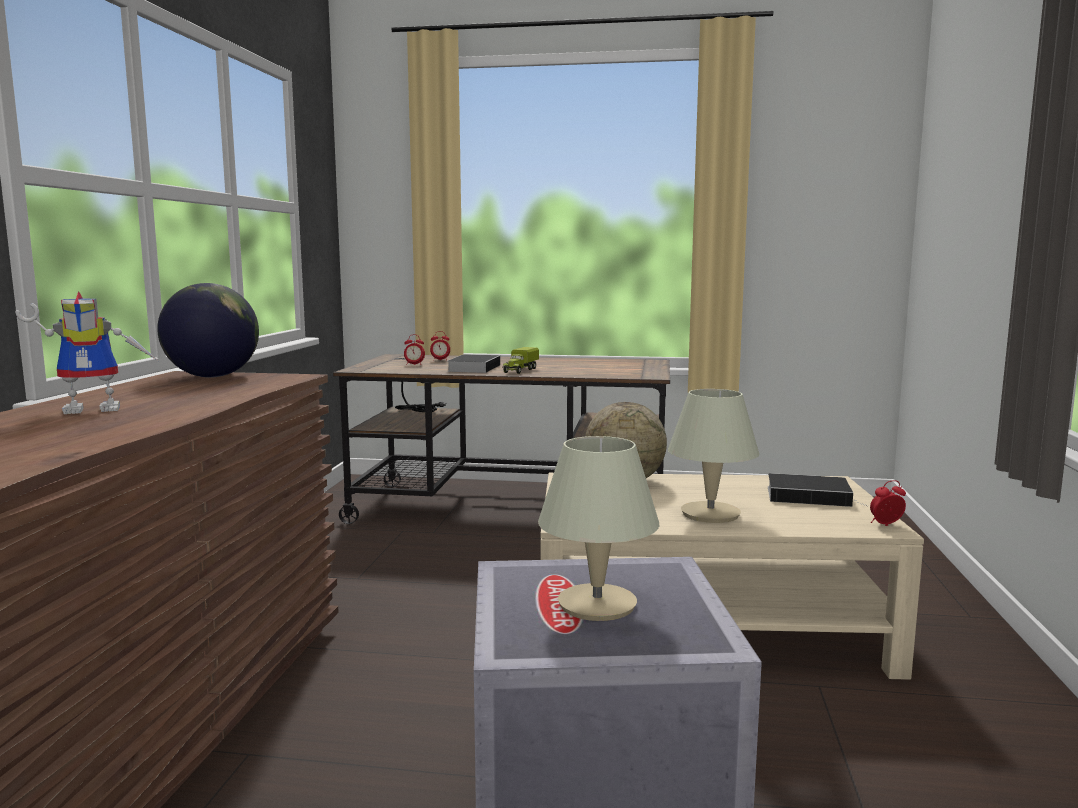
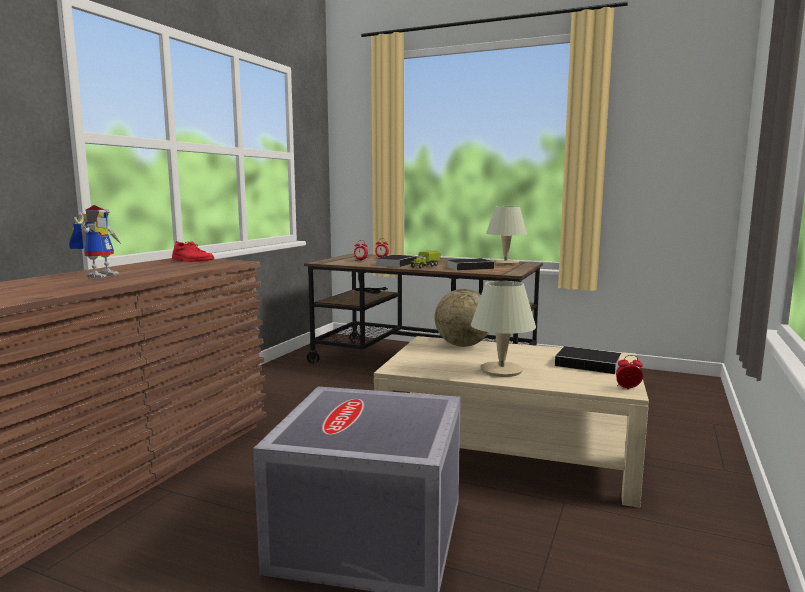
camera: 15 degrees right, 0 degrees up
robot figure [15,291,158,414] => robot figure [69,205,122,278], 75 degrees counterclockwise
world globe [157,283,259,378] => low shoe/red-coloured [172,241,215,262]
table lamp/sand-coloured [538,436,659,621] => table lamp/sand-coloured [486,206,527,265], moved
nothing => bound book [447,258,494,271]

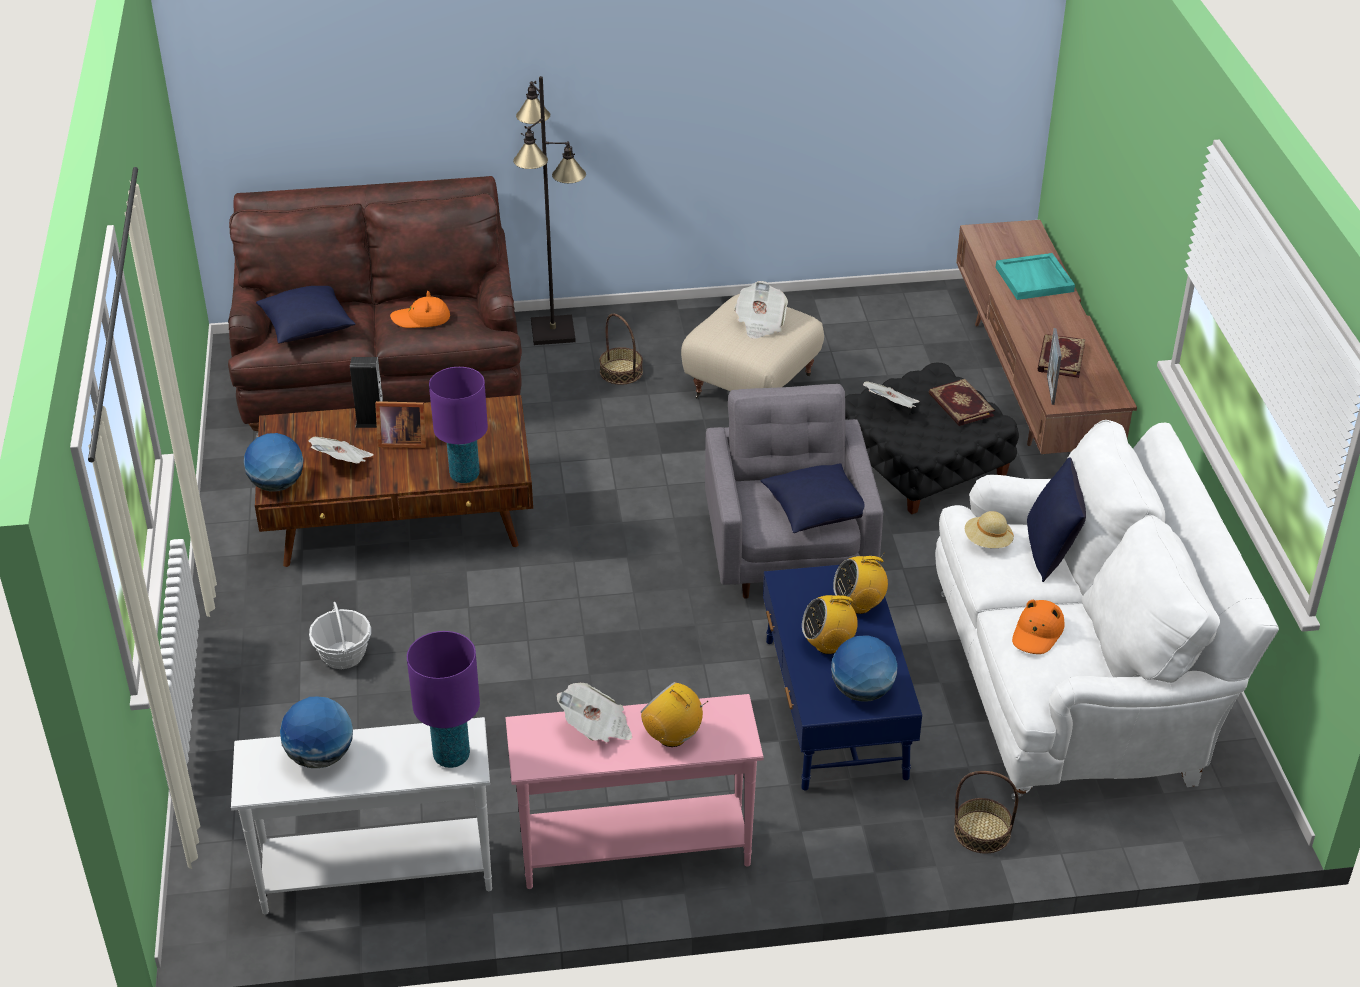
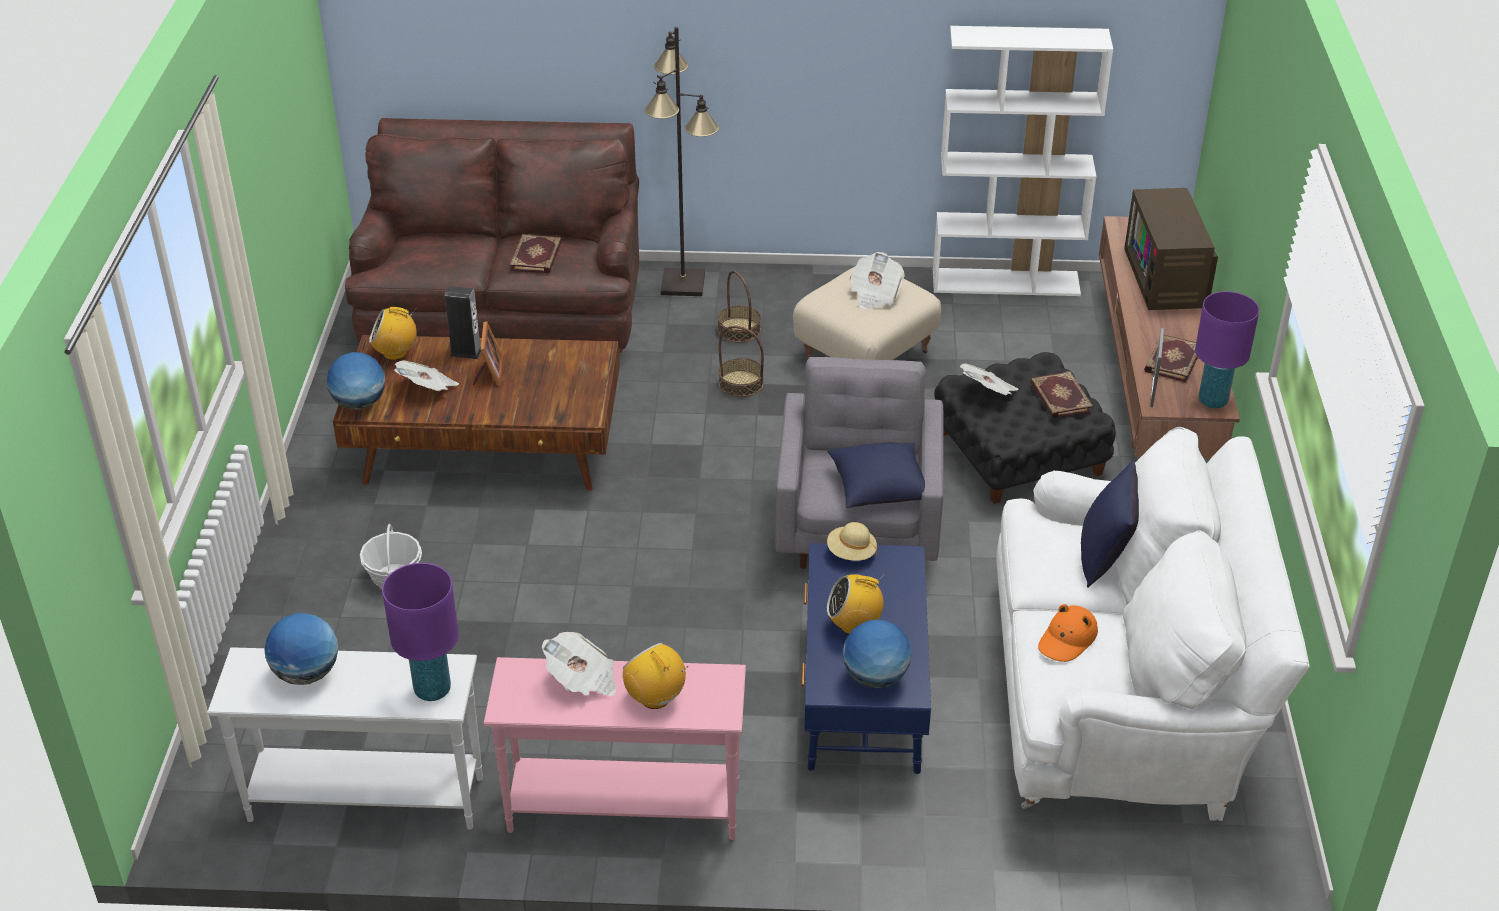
camera: 10 degrees right, 0 degrees up
cushion/bluish [256,286,356,344] => nothing
photo frame [375,401,426,448] => photo frame [473,321,503,386], 105 degrees counterclockwise
clothing hat/orange-coloured [390,291,450,328] => bound book [510,234,562,274]
table lamp/purple-coloured [429,367,488,483] => table lamp/purple-coloured [1195,291,1259,408], moved
radio [833,556,888,614] => radio [369,307,417,360], moved
household basket [954,771,1018,854] => household basket [719,326,764,397], moved
clothing hat/sand-coloured [965,511,1014,548] => clothing hat/sand-coloured [827,522,877,561], moved
serving tray/turquoise [995,253,1075,300] => TV [1124,188,1218,310]
nothing => shelving unit/whitish [933,26,1113,296]

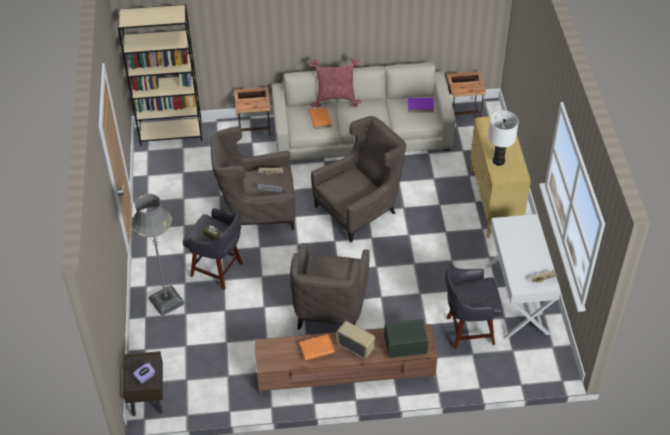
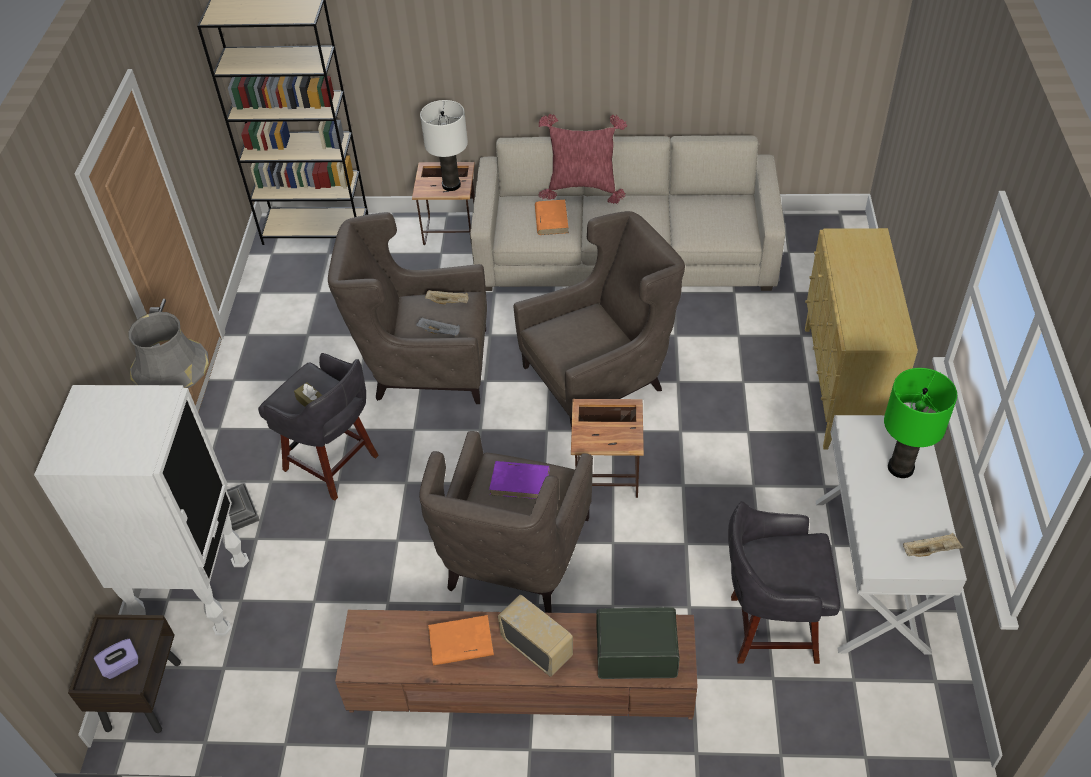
camera: 10 degrees right, 0 degrees up
bound book/purple-coloured [408,98,434,112] => bound book/purple-coloured [489,461,550,499], moved
end table [447,71,486,117] => end table [571,399,644,498], moved
table lamp/whitish [488,111,519,166] => table lamp/whitish [420,100,468,191], moved
nothing => storage cabinet/whitish [34,385,249,636]
nothing => table lamp/green [884,368,957,478]

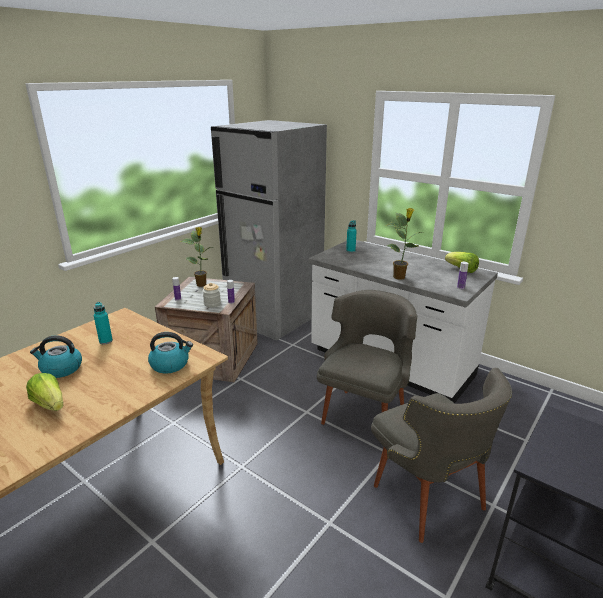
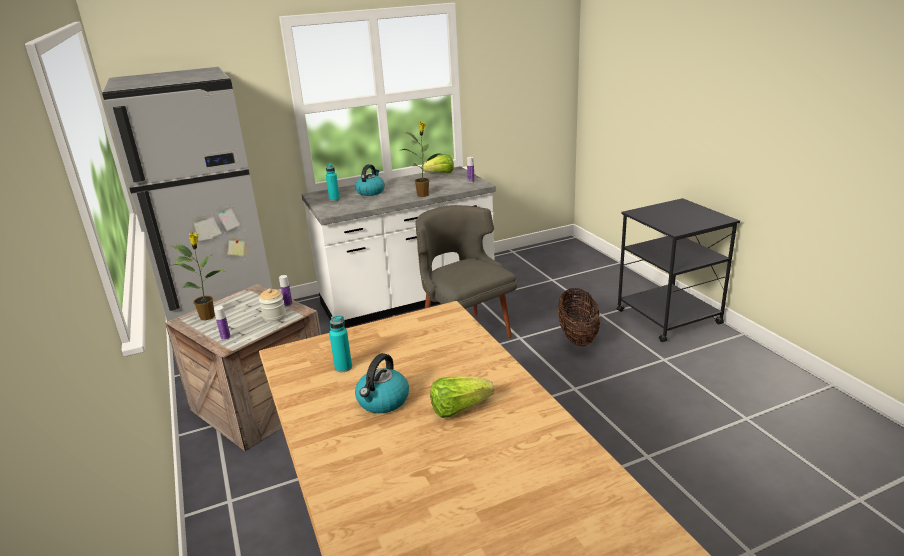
camera: 60 degrees left, 0 degrees up
water kettle [148,332,193,374] => water kettle [355,164,385,196], moved
plain chair/gray [371,368,512,543] => household basket [558,288,600,346]

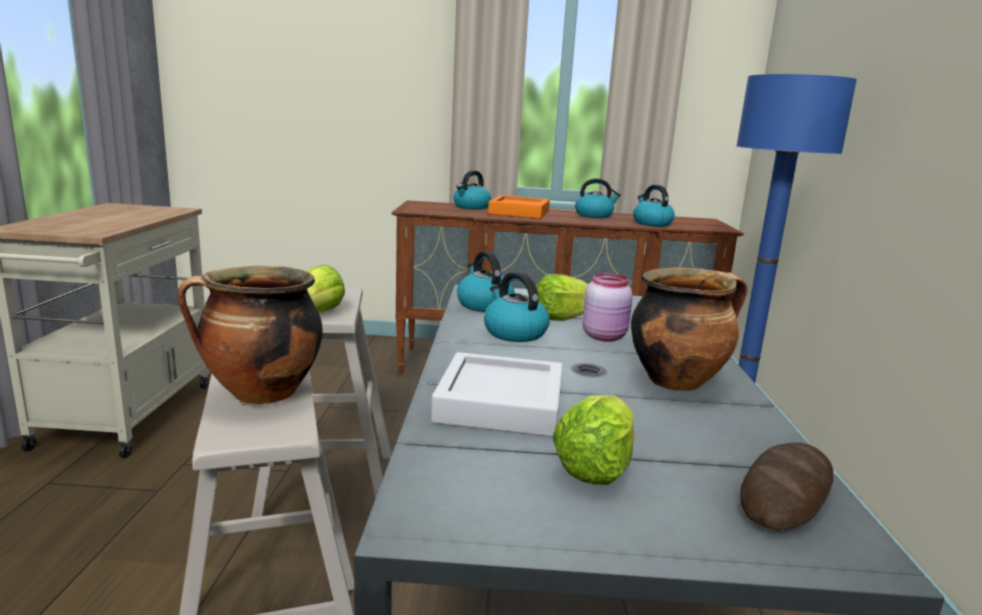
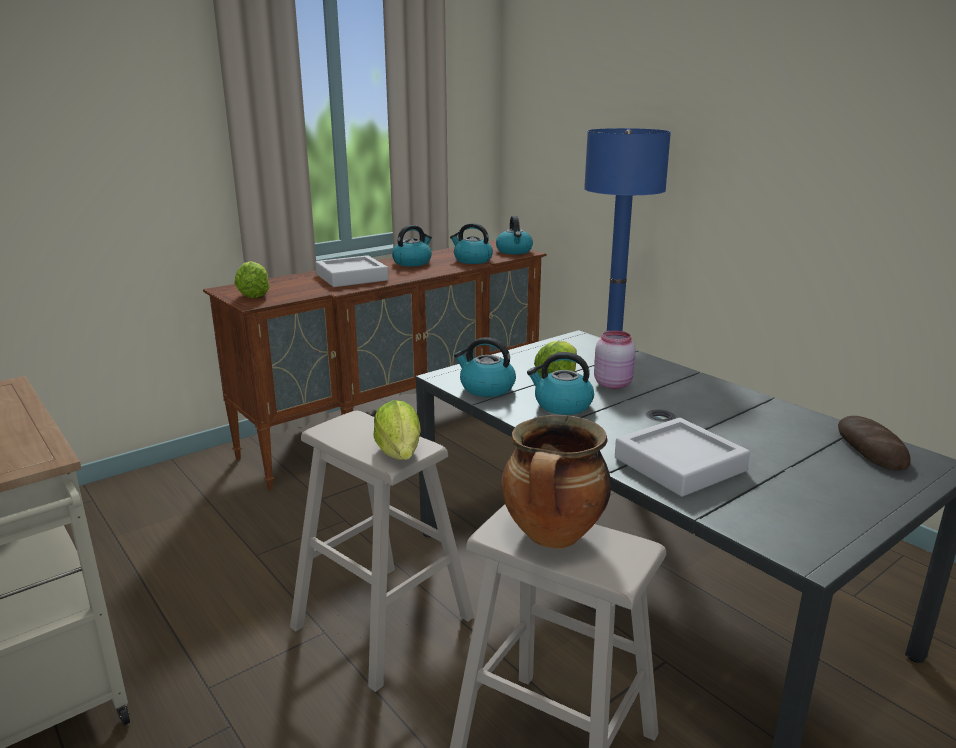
camera: 40 degrees left, 5 degrees up
water kettle [453,170,491,209] => water kettle [496,216,533,254], moved
serving tray/orange-coloured [488,195,550,219] => serving tray/gray [315,255,388,287]
lettuce head [552,395,634,485] => lettuce head [235,261,270,298], moved
cooking pot [631,268,747,391] => nothing

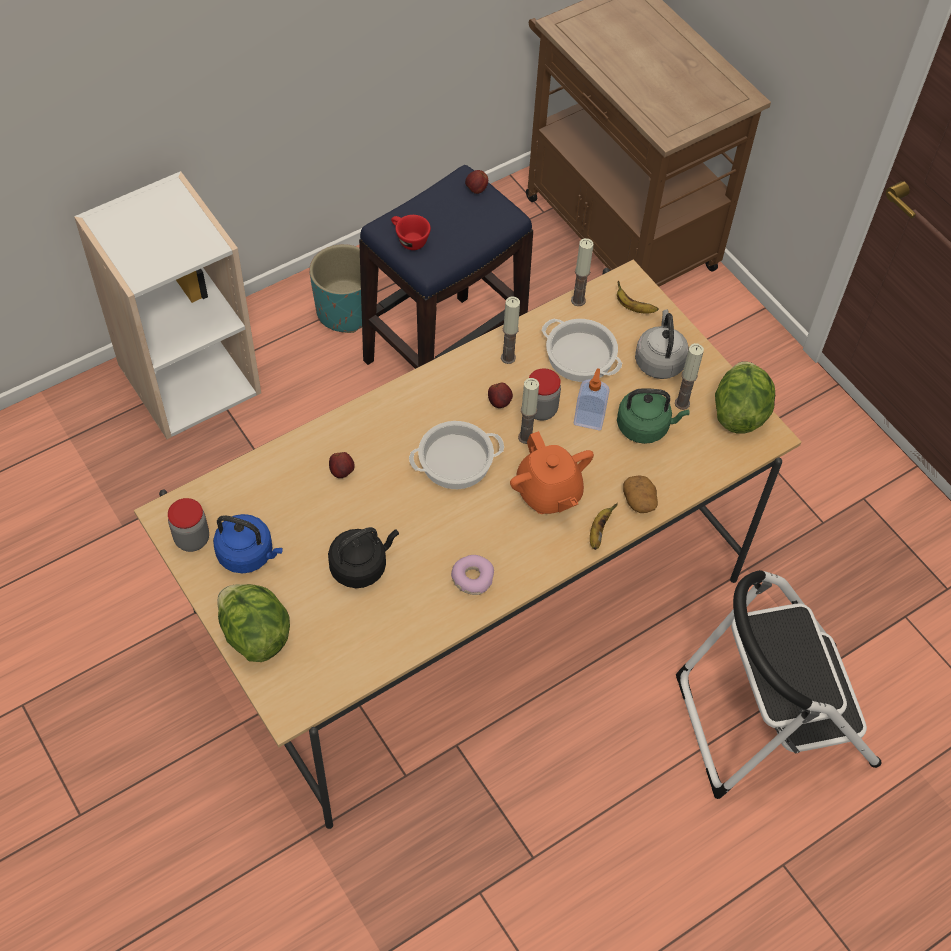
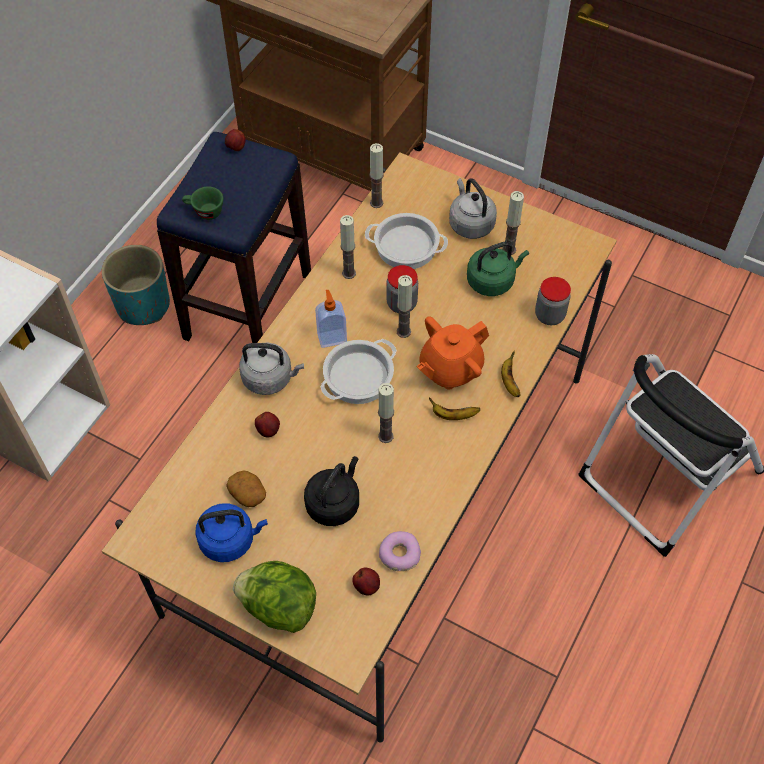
camera: 25 degrees left, 0 degrees up
jar [168,498,209,552] => jar [535,277,571,325], moved
small cup/red-coloured [391,215,431,250] => small cup/green [182,187,223,220]
ring doughnut [451,555,494,595] => ring doughnut [379,531,421,571], moved
whole apple [488,382,513,408] => whole apple [352,568,380,595], moved
tea pot/orange-coloured [510,431,594,514] => tea pot/orange-coloured [416,316,489,390], 105 degrees clockwise
liquid soap bottle [574,368,610,430] => liquid soap bottle [315,290,347,348], moved
whole banana [617,281,659,314] => whole banana [429,398,480,420], moved
whole potato [623,475,658,513] => whole potato [226,470,266,507], moved
lettuce head [715,361,775,434] => nothing
nothing => water kettle/gray [239,342,304,395]
nothing => wax candle [378,383,394,443]

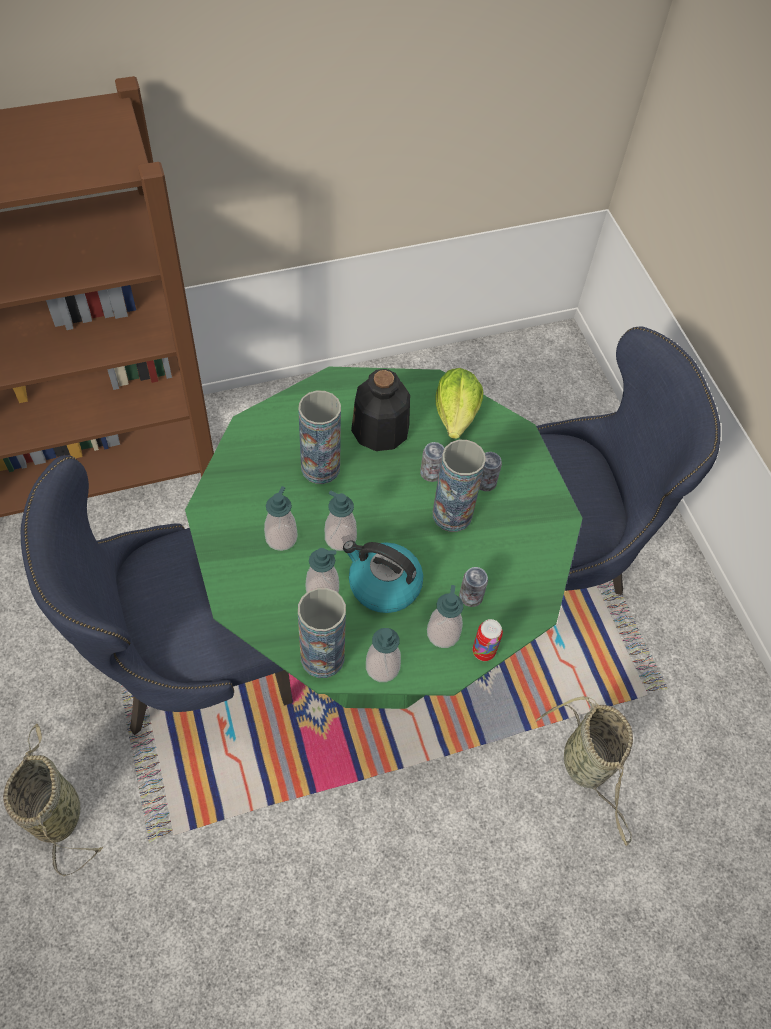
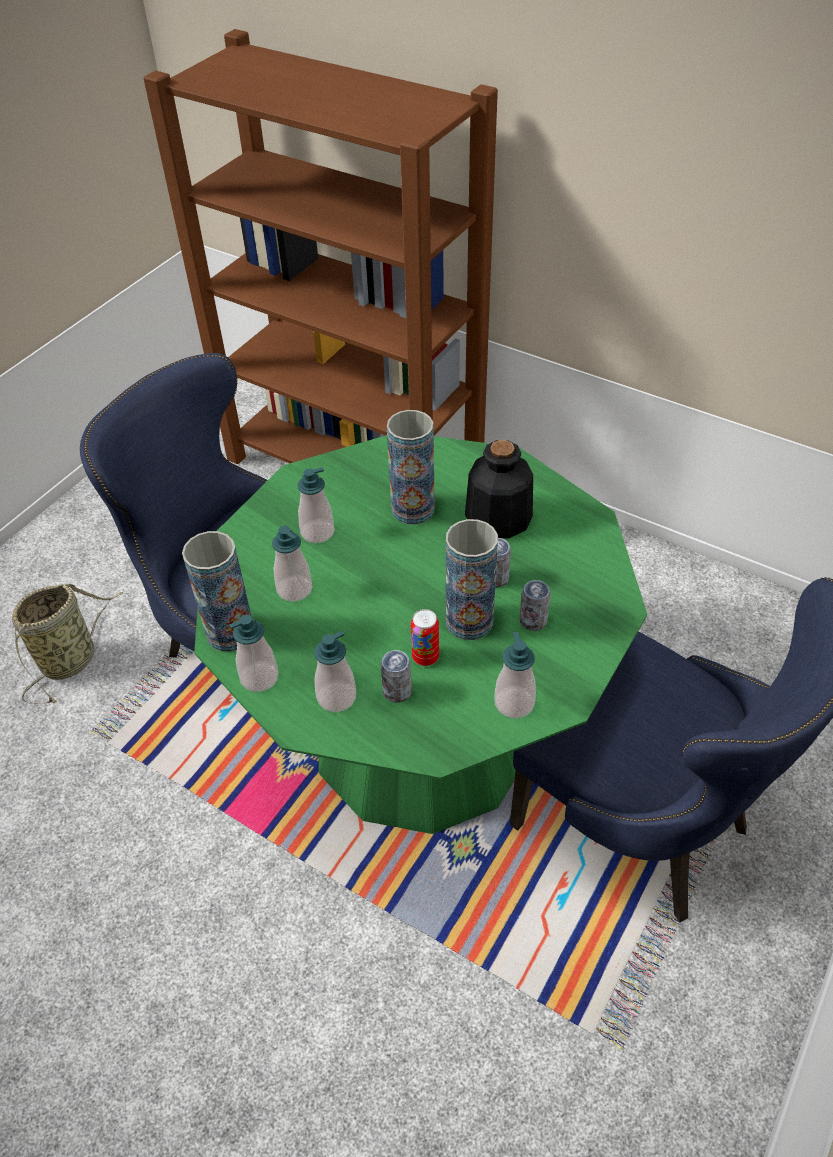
camera: 55 degrees right, 10 degrees down
liquid soap bottle [325,490,357,551] => liquid soap bottle [494,632,536,718], moved
water kettle [343,540,423,613] => nothing
lettuce head [436,368,483,439] => nothing
sealed can [472,619,503,661] => sealed can [411,609,439,666], moved
household basket [536,696,633,846] => nothing

